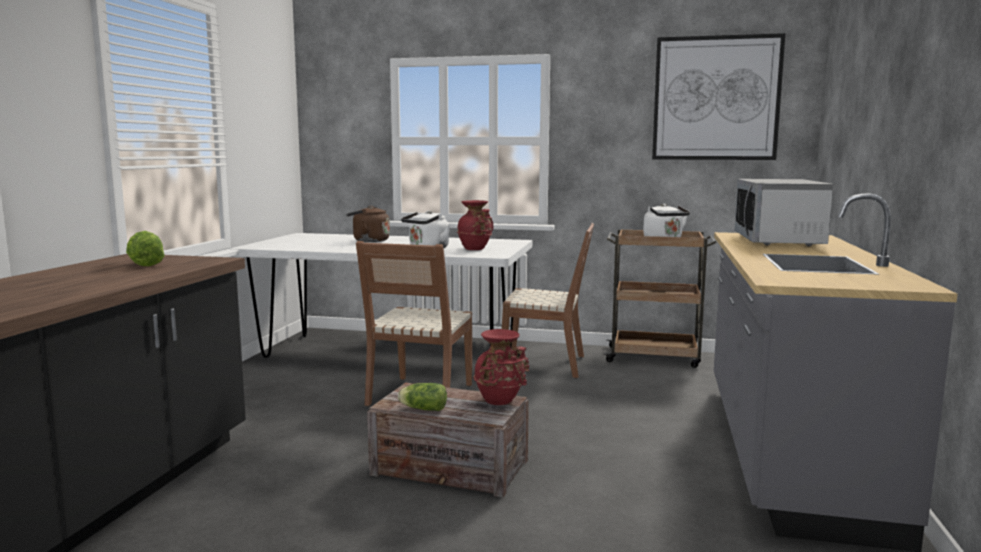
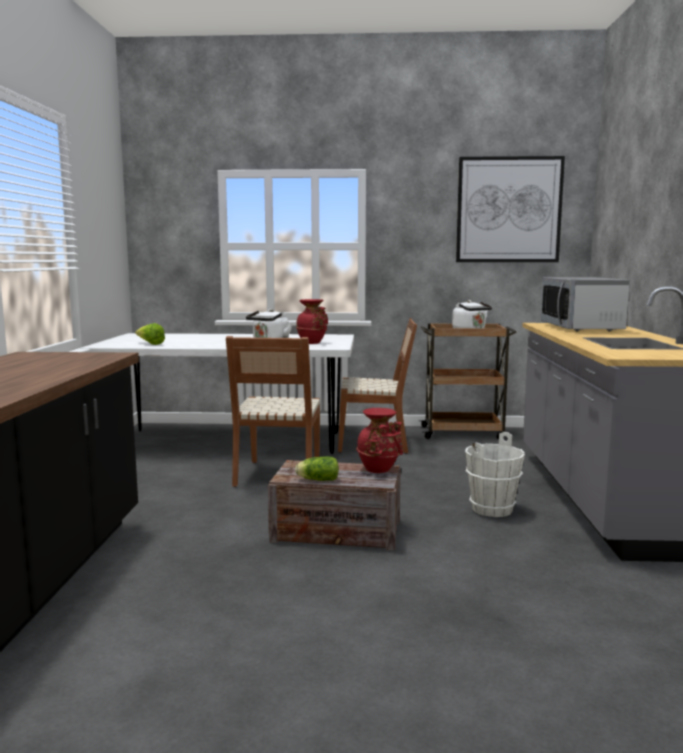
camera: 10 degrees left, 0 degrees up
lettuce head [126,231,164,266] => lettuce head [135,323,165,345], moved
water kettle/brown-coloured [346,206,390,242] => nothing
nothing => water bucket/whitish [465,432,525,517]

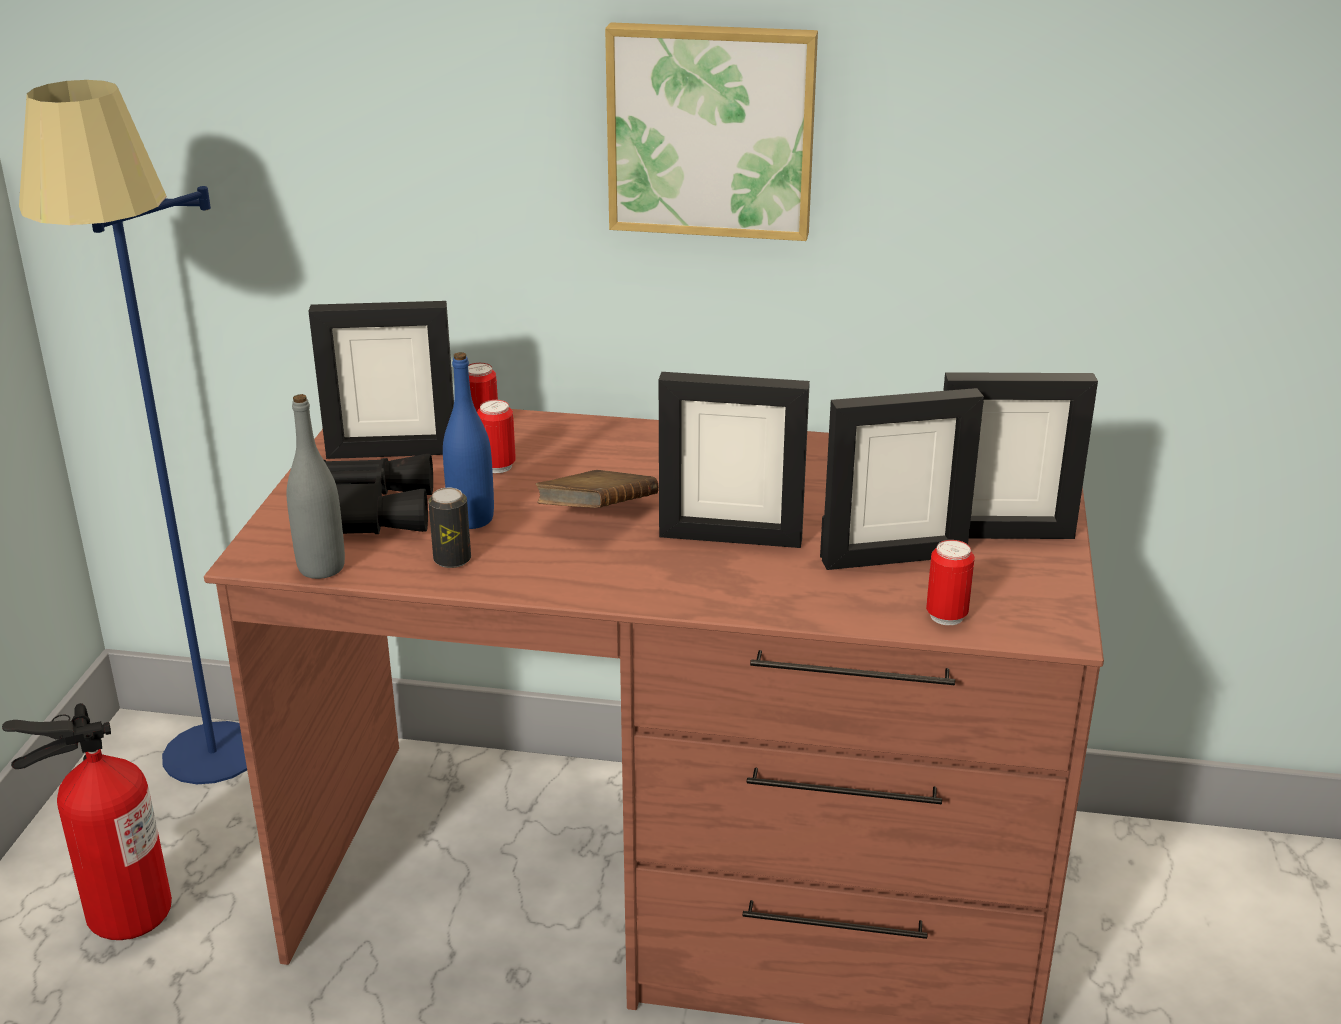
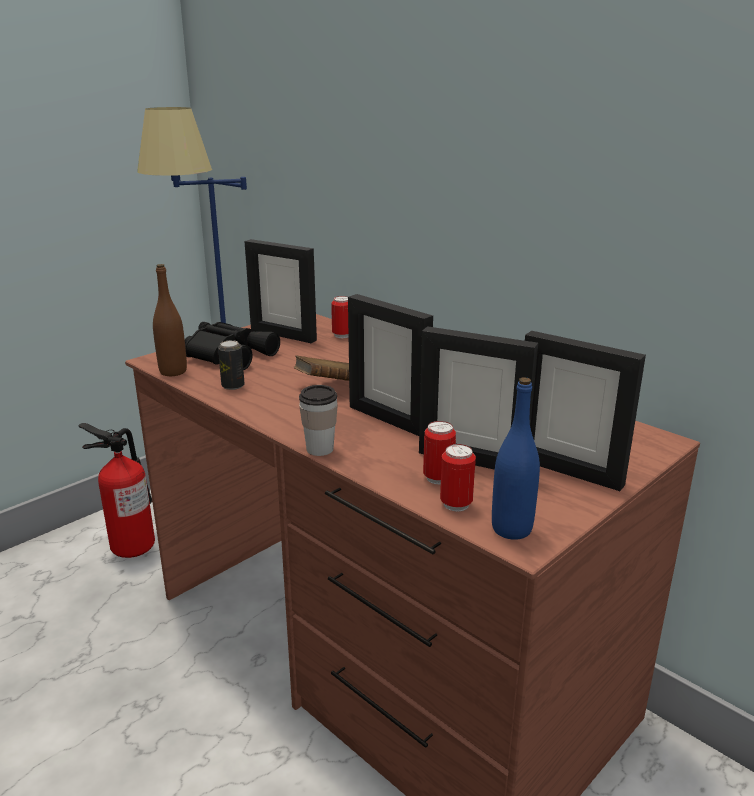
camera: 35 degrees right, 5 degrees down
bottle/gray [286,394,345,579] => bottle/brown-coloured [153,264,187,376]
bottle/bluish [443,352,494,529] => bottle/bluish [492,378,540,540], moved
sealed can [477,400,516,473] => sealed can [423,421,456,485], moved
wall art [605,22,818,241] => nothing
nothing => small cup [299,385,338,456]

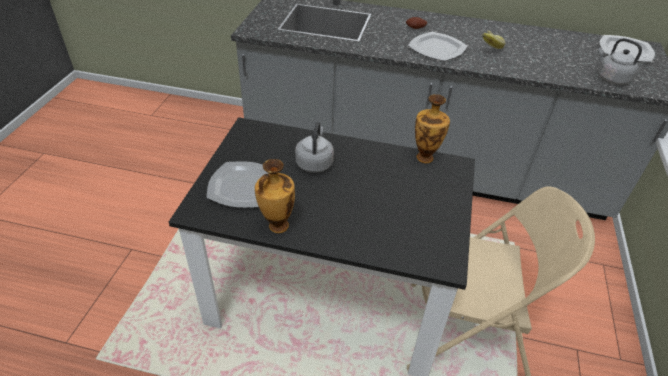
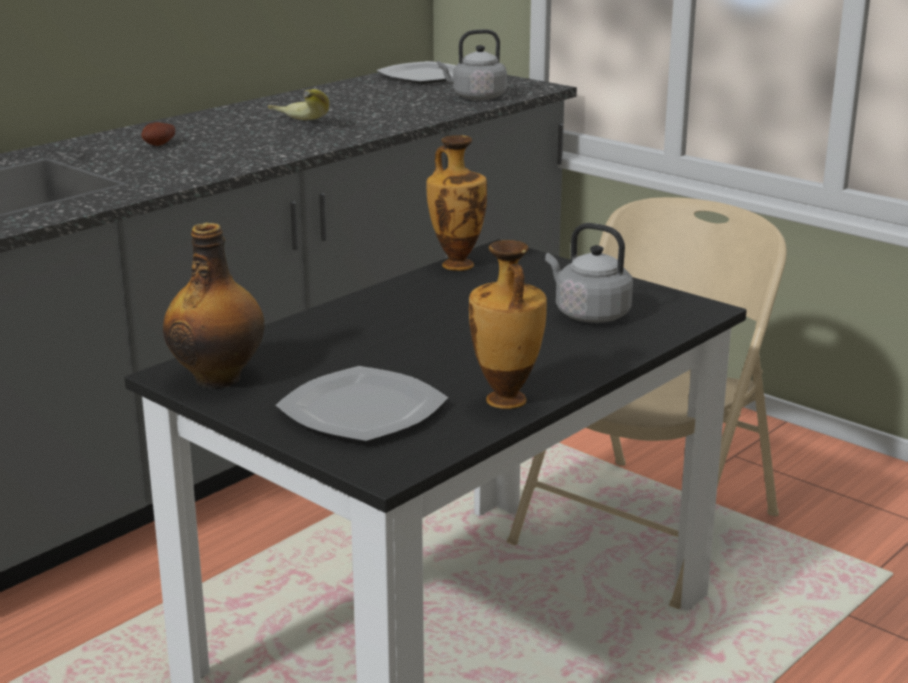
camera: 60 degrees left, 20 degrees down
water kettle/gray [295,122,334,173] => water kettle/gray [545,223,633,323], moved
plate [408,32,467,61] => nothing
nothing => bottle [163,223,264,389]

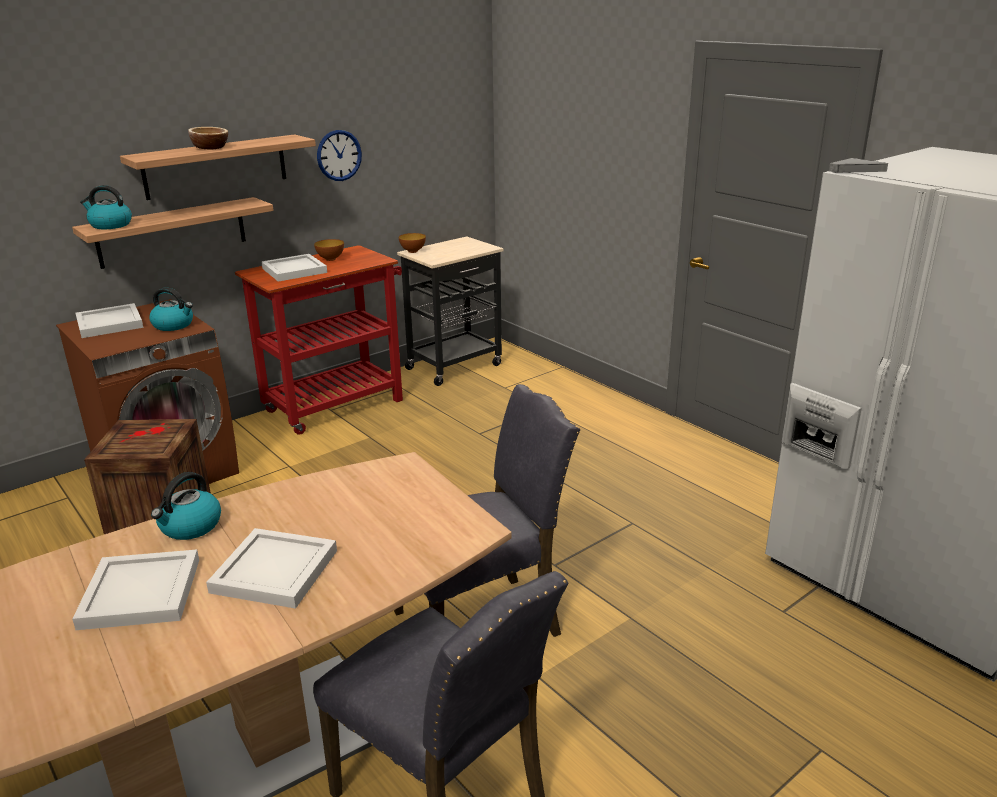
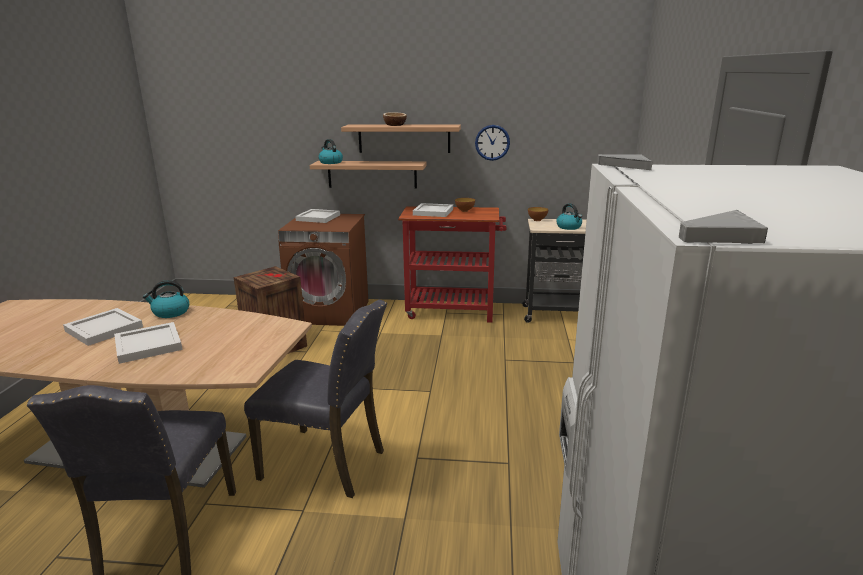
camera: 45 degrees right, 5 degrees down
water kettle [150,288,193,331] => water kettle [556,203,582,230], moved

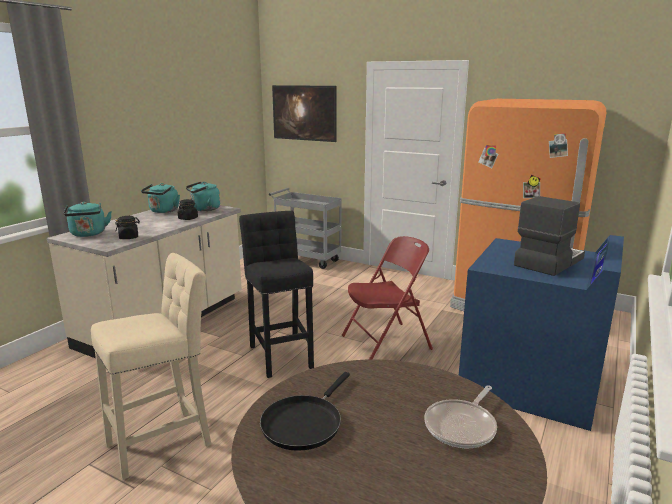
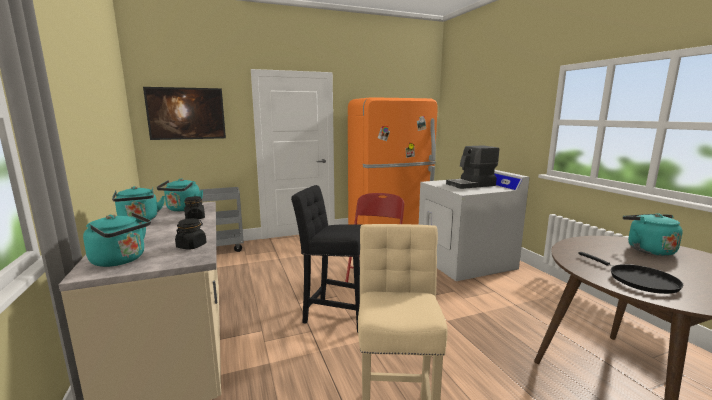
camera: 50 degrees left, 5 degrees down
pan [425,385,497,448] => water kettle/turquoise [623,213,683,256]
washing machine/bluish [459,235,624,431] => washing machine/whitish [419,170,529,281]
coffee machine [514,196,585,276] => coffee machine [446,145,499,189], 105 degrees counterclockwise

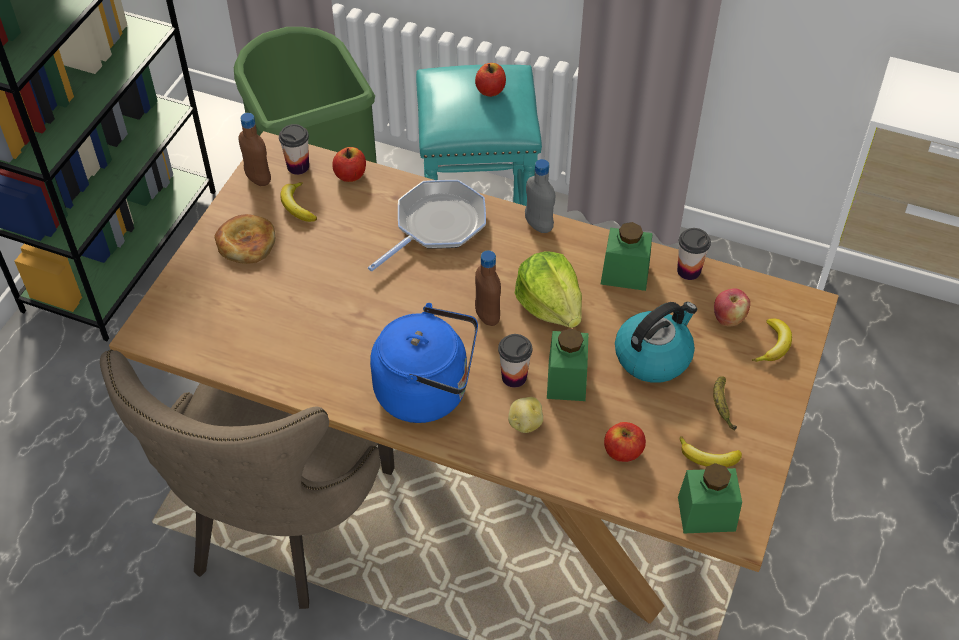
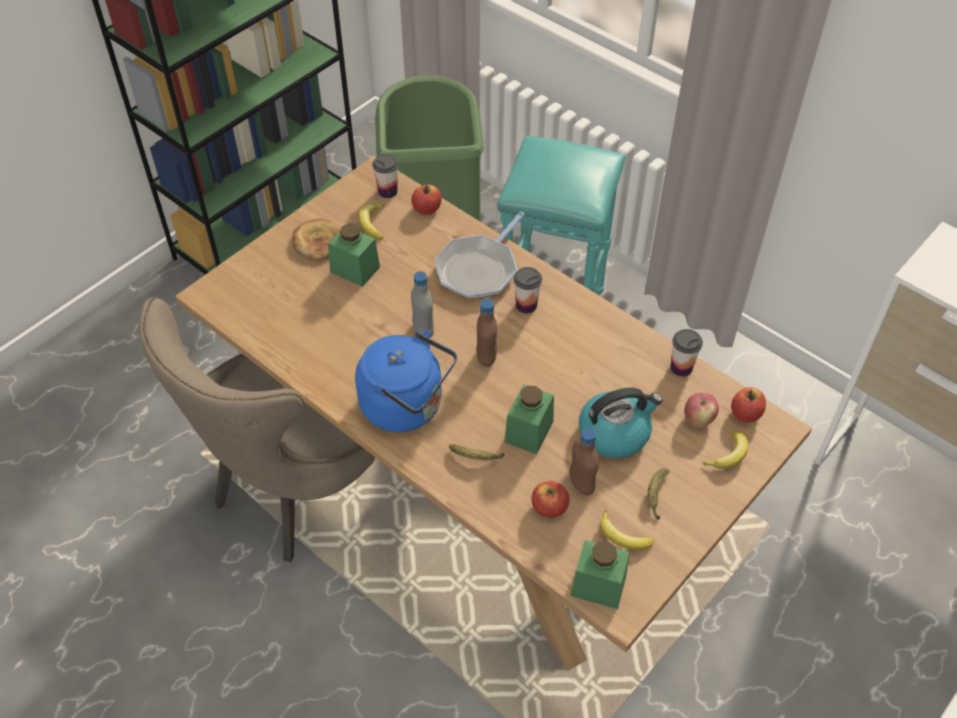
camera: 20 degrees right, 0 degrees up
bottle/brown-coloured [239,113,271,186] => bottle/brown-coloured [570,428,599,496], moved
pan [368,180,486,271] => pan [434,212,524,299], 150 degrees clockwise
whole apple [475,63,506,97] => whole apple [731,387,766,423], moved
small cup [498,334,532,388] => small cup [514,267,542,314], moved
whole potato [508,397,543,433] => whole banana [449,444,505,460]
lettuce head [515,251,582,328] => nothing
bottle/gray [525,159,555,233] => bottle/gray [411,271,434,338], moved
jar/green [601,222,653,291] => jar/green [328,223,380,287], moved

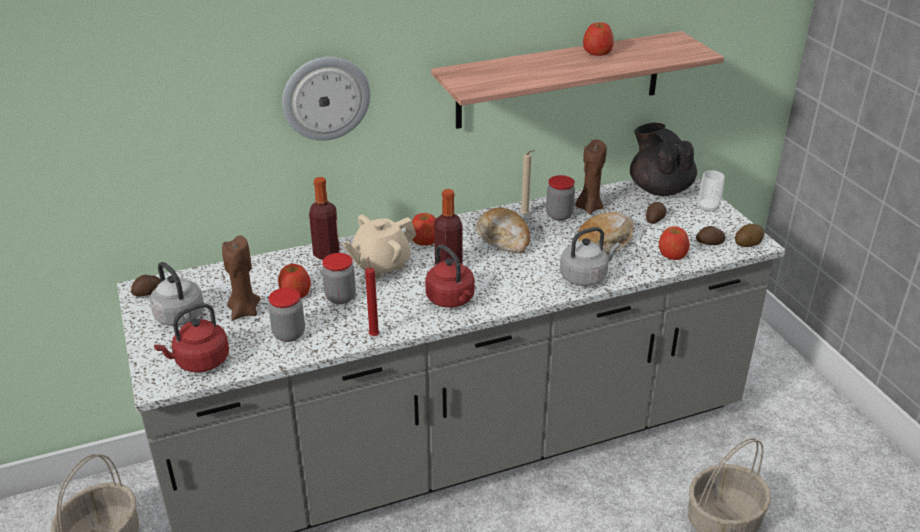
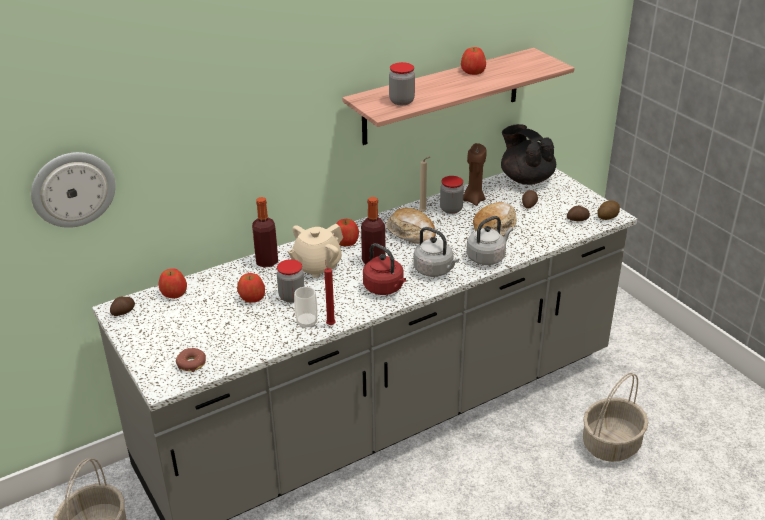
camera: 10 degrees left, 0 degrees up
water kettle/gray [150,262,204,326] => water kettle/gray [413,227,459,277], moved
water kettle/red-coloured [154,303,229,372] => ring doughnut [176,348,206,372]
wax candle/brown-coloured [222,235,260,320] => nothing
jar [268,288,305,342] => jar [389,62,415,105], moved
hanging clock [282,57,370,141] => hanging clock [31,152,116,228], moved
whole apple [659,226,690,260] => whole apple [159,268,187,299], moved
small cup [698,170,725,212] => small cup [294,287,317,329], moved

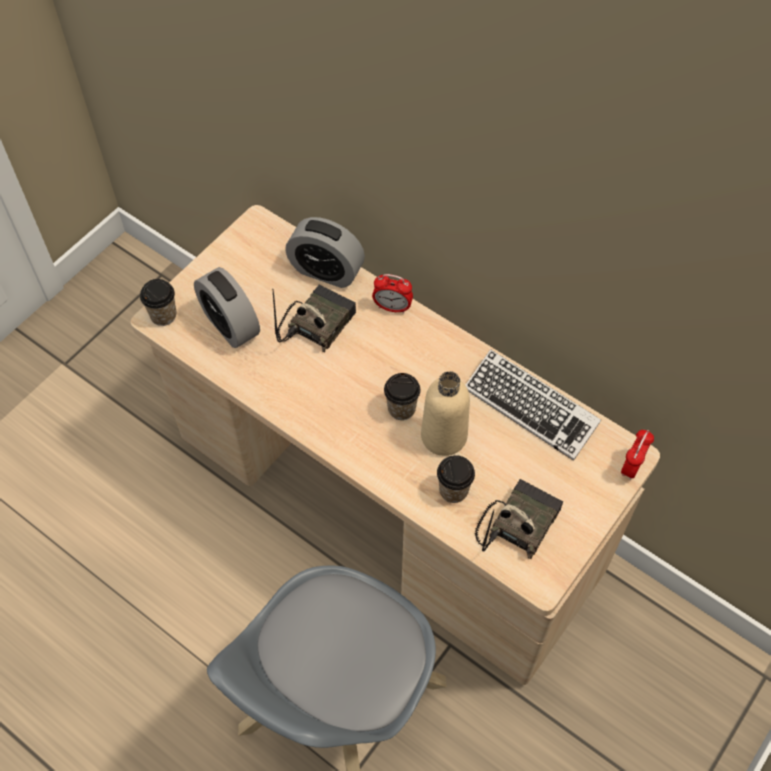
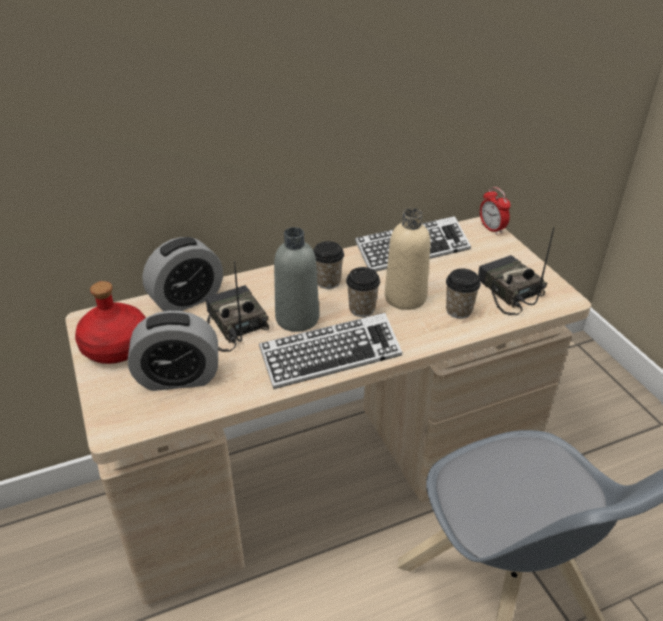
camera: 60 degrees left, 20 degrees down
small cup [140,279,177,326] => small cup [313,241,344,289], moved
bedside clock [372,274,413,313] => nothing
nothing => bottle/red-coloured [75,281,146,364]
nothing => keyboard [259,313,402,389]
nothing => bottle/gray [274,227,319,332]

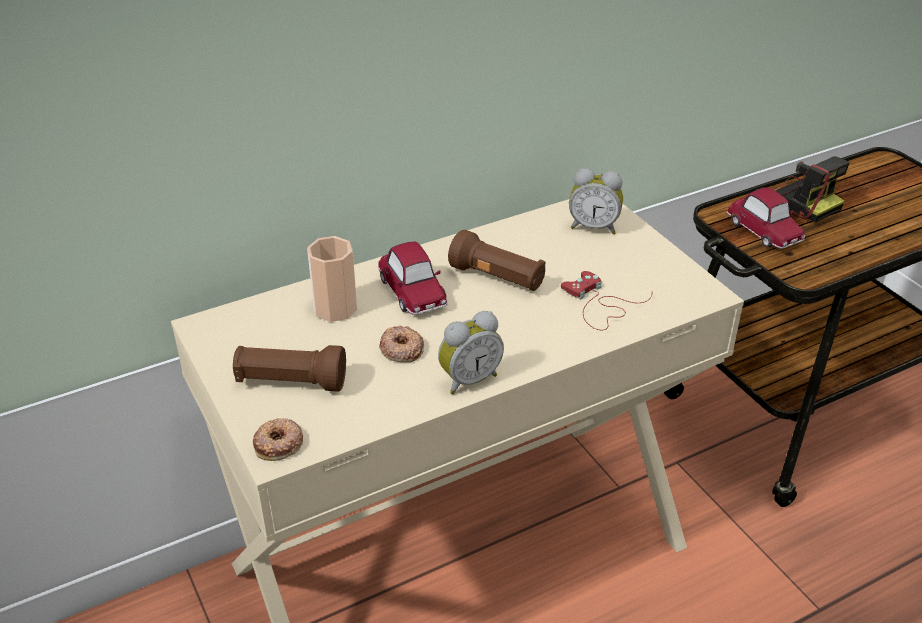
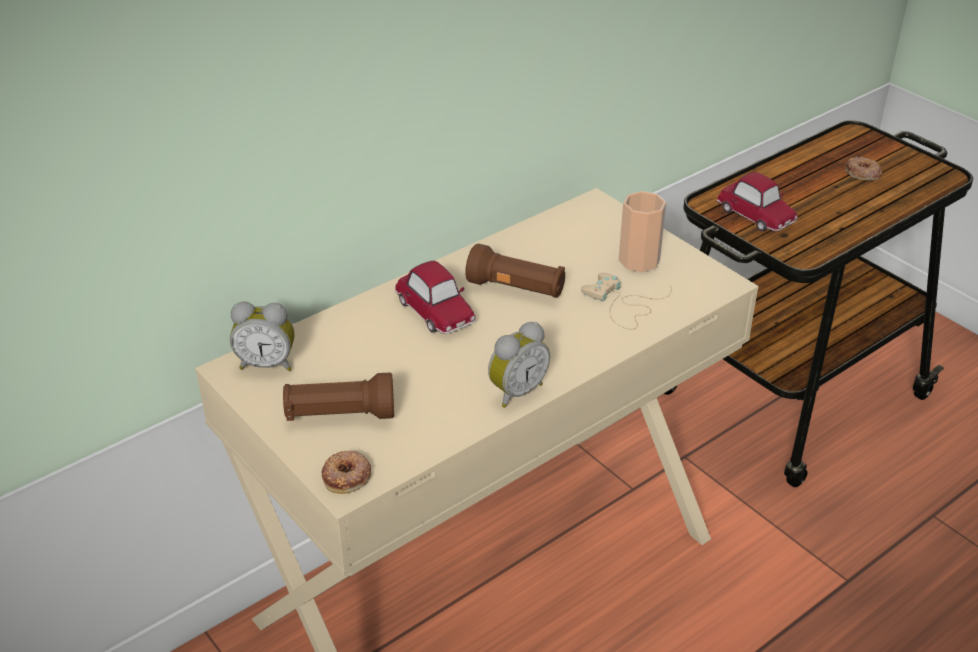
camera: 10 degrees left, 0 degrees up
small cup [307,236,357,322] => small cup [619,191,666,272], moved
ring doughnut [379,325,424,362] => ring doughnut [845,156,882,181], moved
gamepad/red-coloured [561,271,652,331] => gamepad/sand-coloured [581,273,672,330]
bedside clock [569,168,623,234] => bedside clock [230,302,294,371], moved
photo camera [773,156,850,223] => nothing

